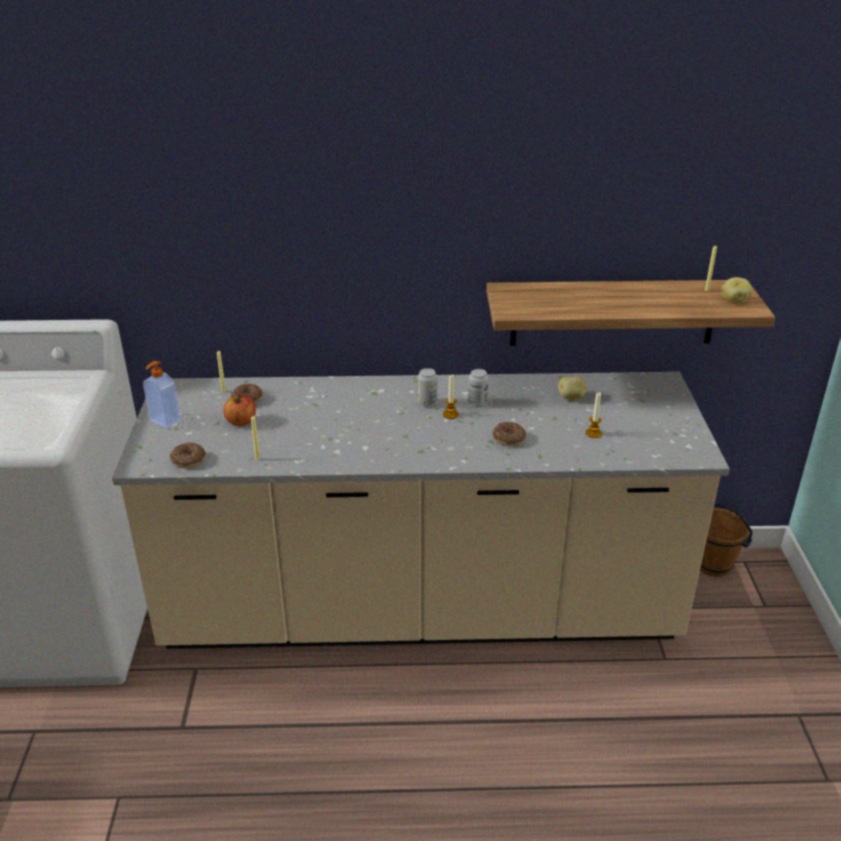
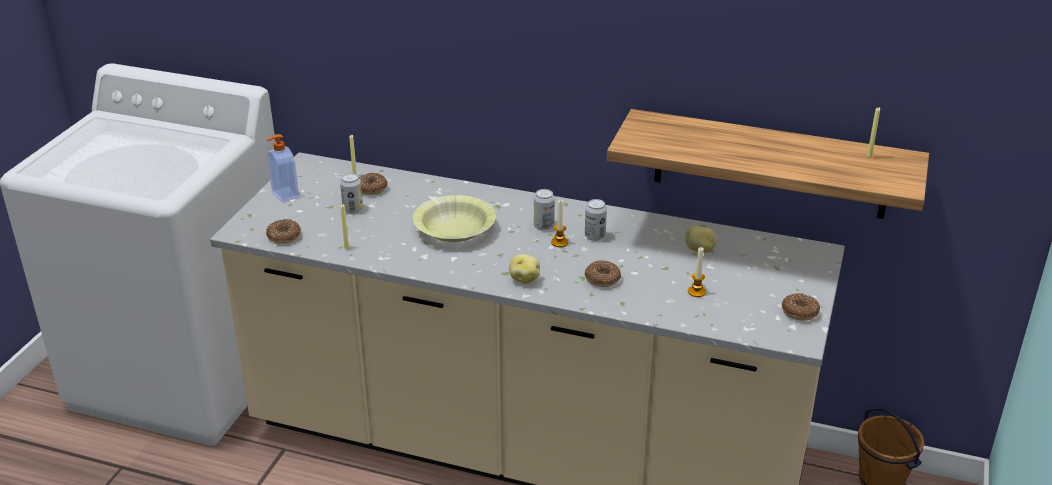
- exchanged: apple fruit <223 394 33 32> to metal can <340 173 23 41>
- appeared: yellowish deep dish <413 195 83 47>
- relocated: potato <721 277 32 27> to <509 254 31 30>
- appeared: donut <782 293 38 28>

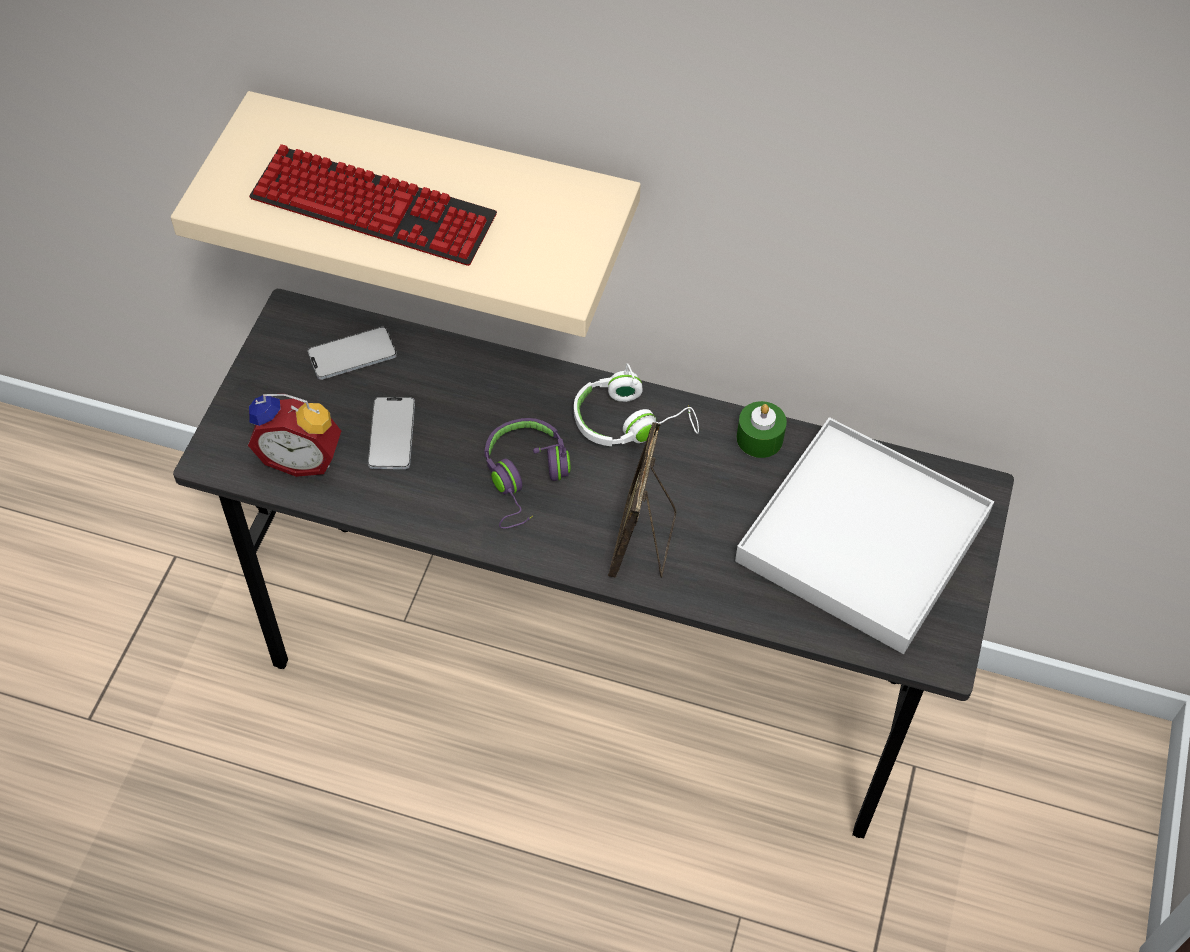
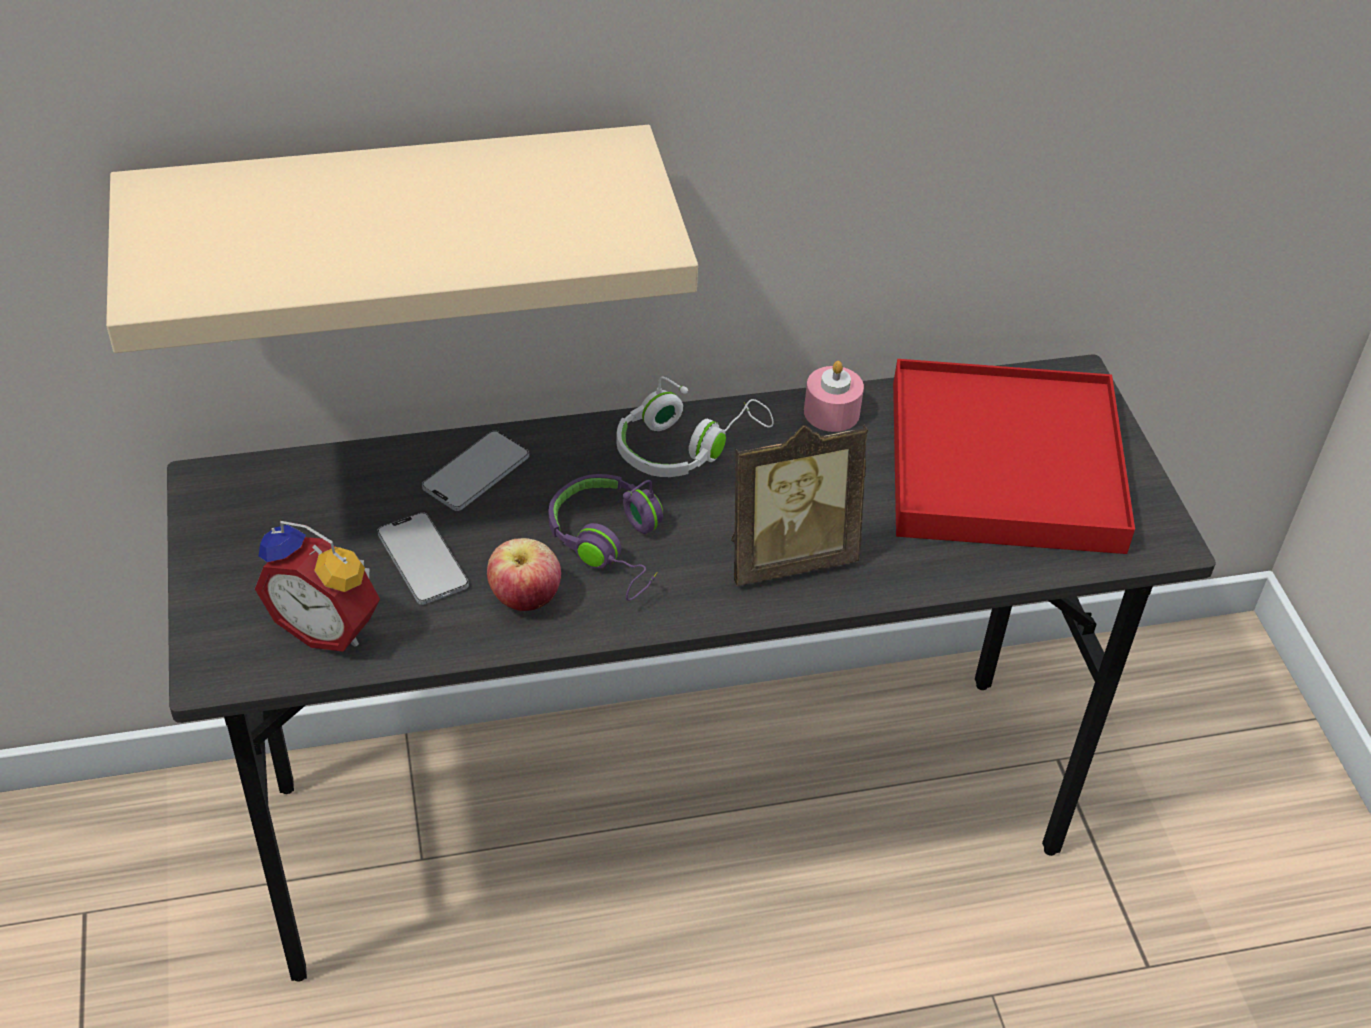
- spun: bedside clock <248 394 93 83> = <255 521 125 131> 45 degrees clockwise
- relocated: handset <308 327 89 53> to <422 430 107 81>
- appeared: apple fruit <487 538 74 73>
- spun: photo frame <608 422 68 156> = <731 425 137 161> 90 degrees counterclockwise
- colour: green candle <736 401 51 57> to pink candle <804 361 60 71>
- colour: whitish tray <735 417 259 237> to reddish tray <893 359 242 195>
- missing: keyboard <249 144 248 122>

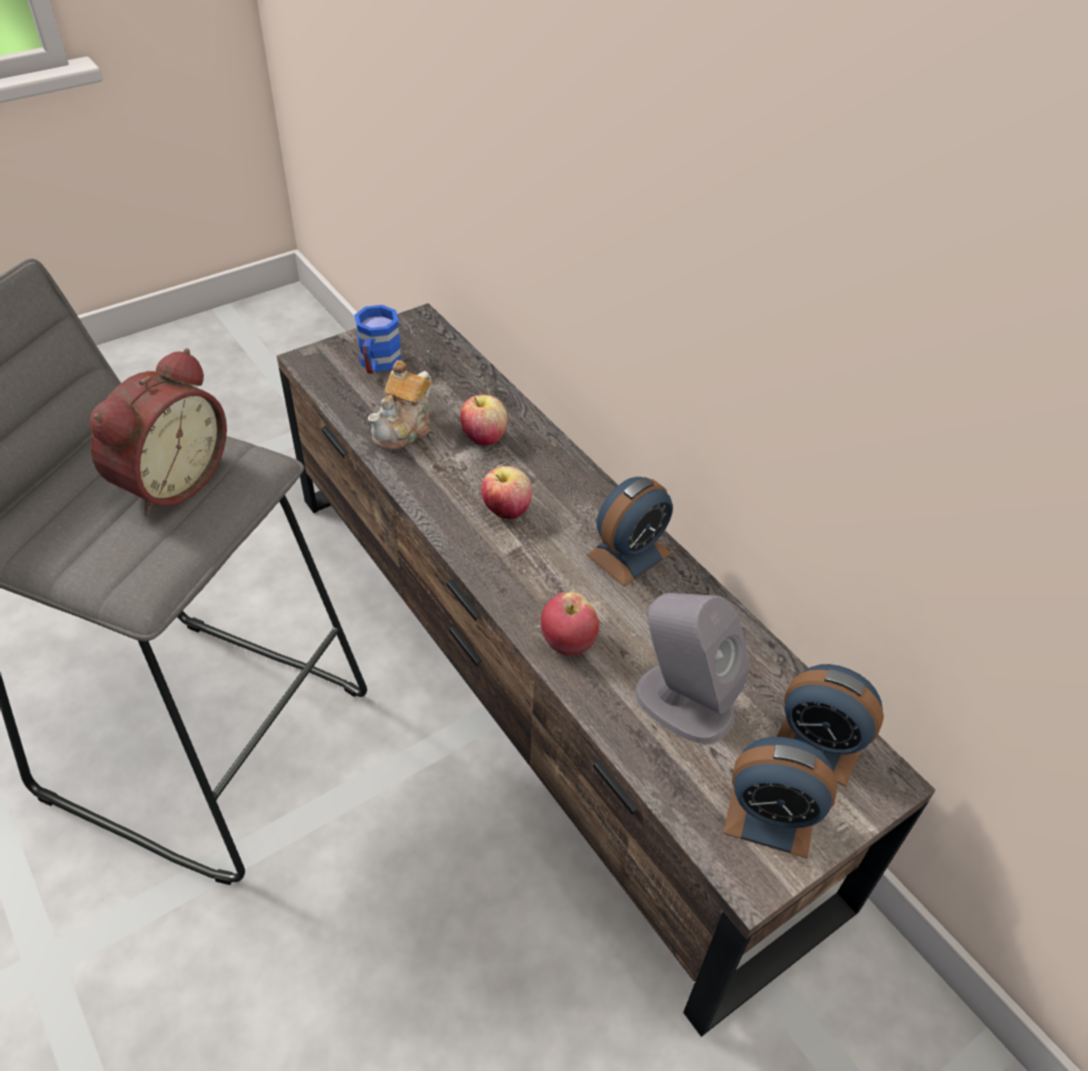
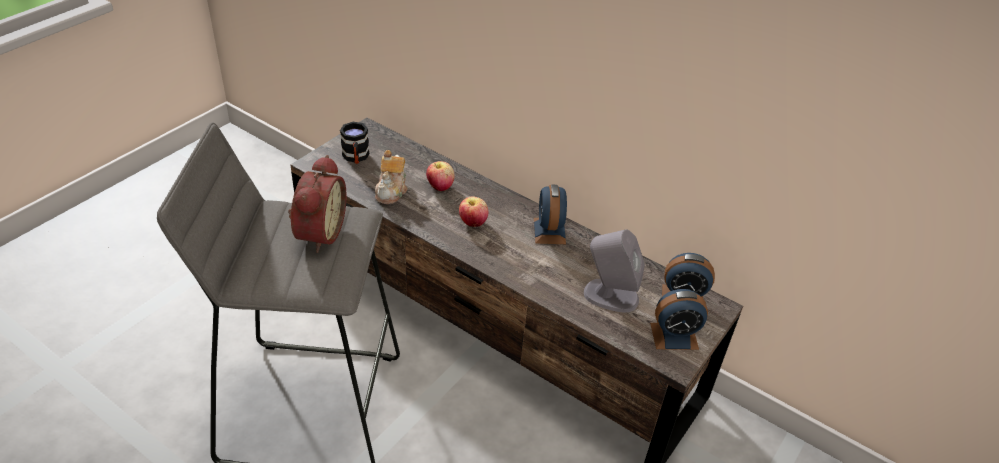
- colour: blue tea mug <354 305 48 69> to black-coloured tea mug <340 122 30 42>
- spun: bedside clock <587 477 86 109> = <534 185 33 59> 150 degrees clockwise
- missing: apple fruit <541 592 58 64>

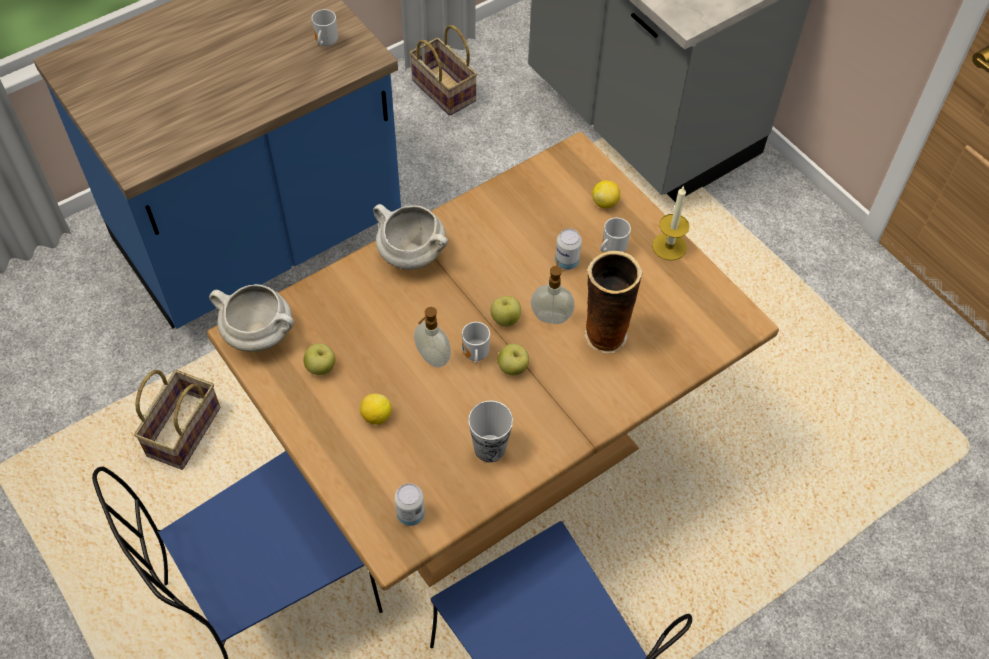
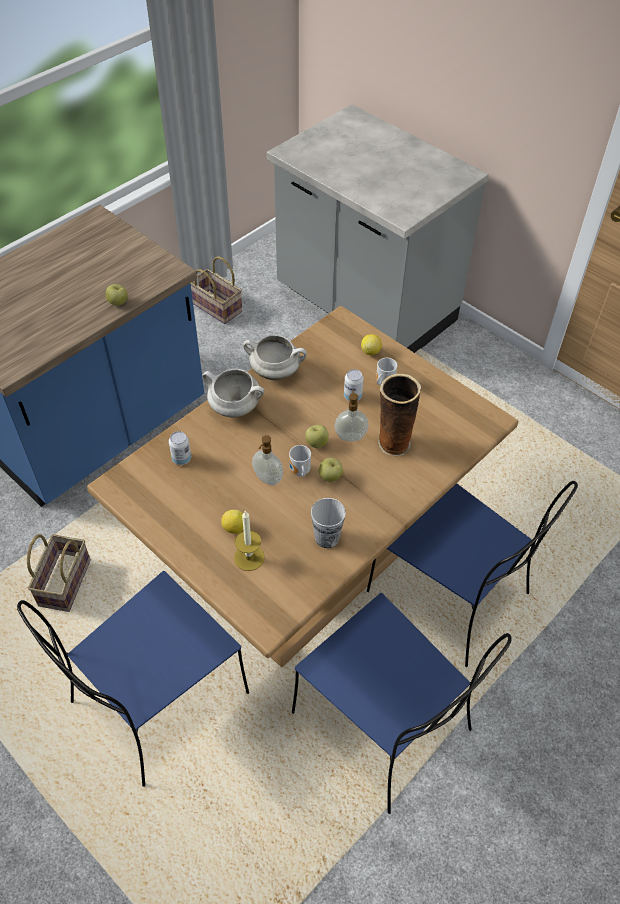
- relocated: apple fruit <303 343 32 32> to <106 284 22 21>
- relocated: metal can <395 483 30 43> to <169 431 22 34>
- relocated: candle <652 186 38 75> to <234 511 31 60>
- relocated: whitish cooking pot <209 284 85 68> to <243 335 64 45>
- appeared: blue plain chair <367 481 211 186>
- missing: tea mug <311 9 27 38>

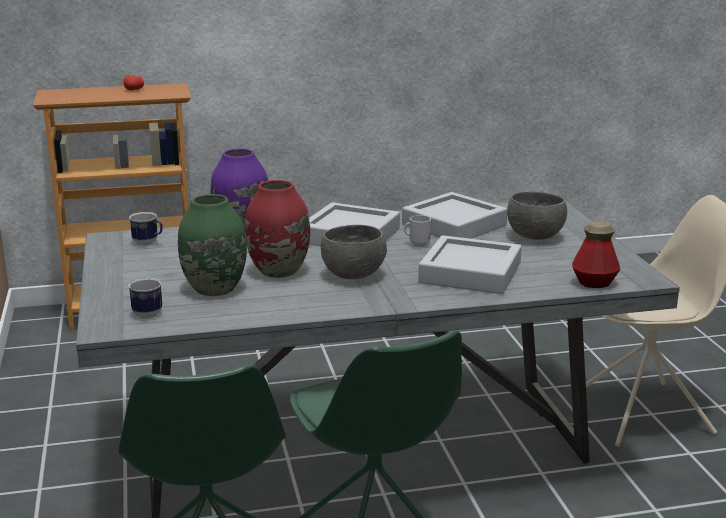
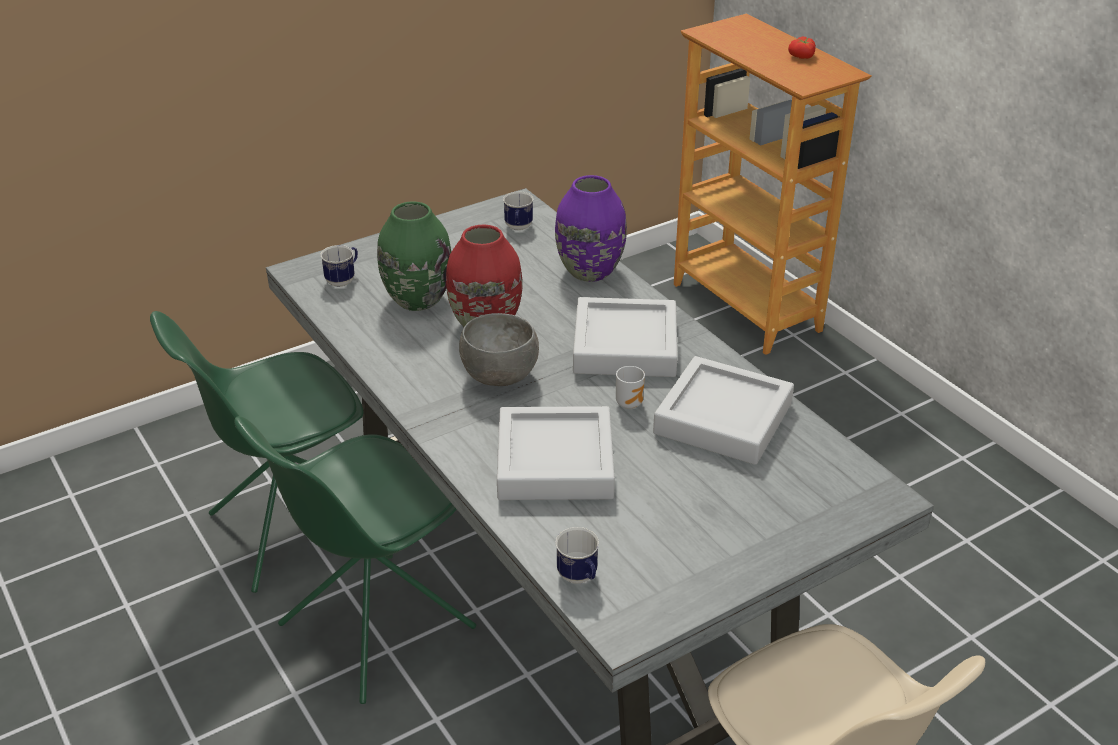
- exchanged: drink bottle <572 222 49 66> to tea mug <555 527 44 56>
- missing: grey deep dish <507 191 60 49>

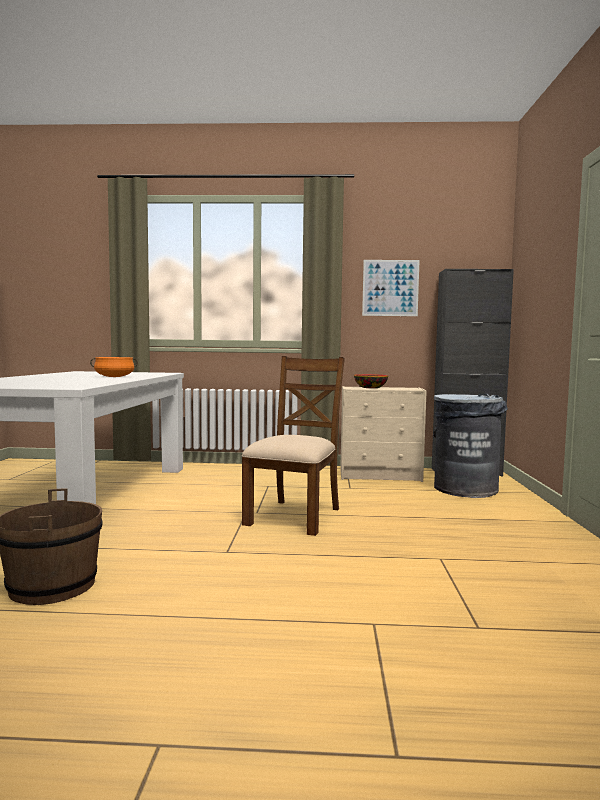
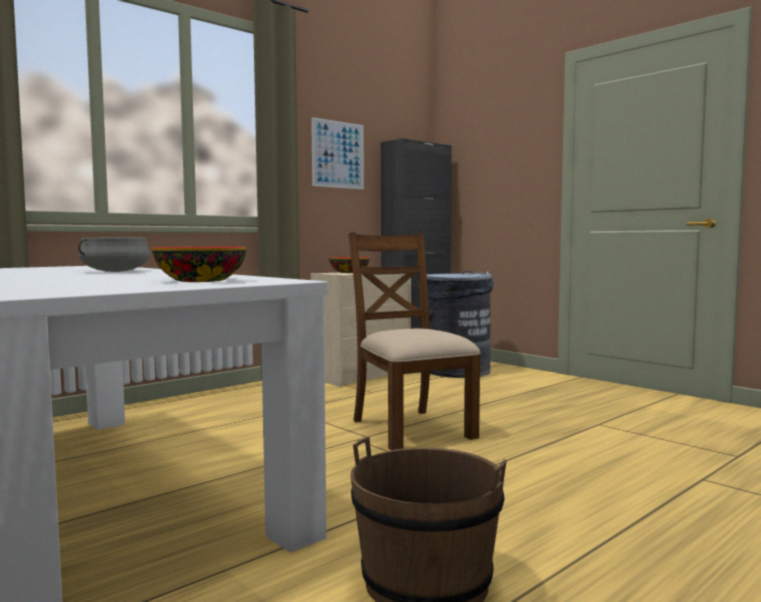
- colour: orange-coloured cooking pot <90 357 48 20> to grey cooking pot <78 238 72 34>
- appeared: deep dish <152 247 94 35>

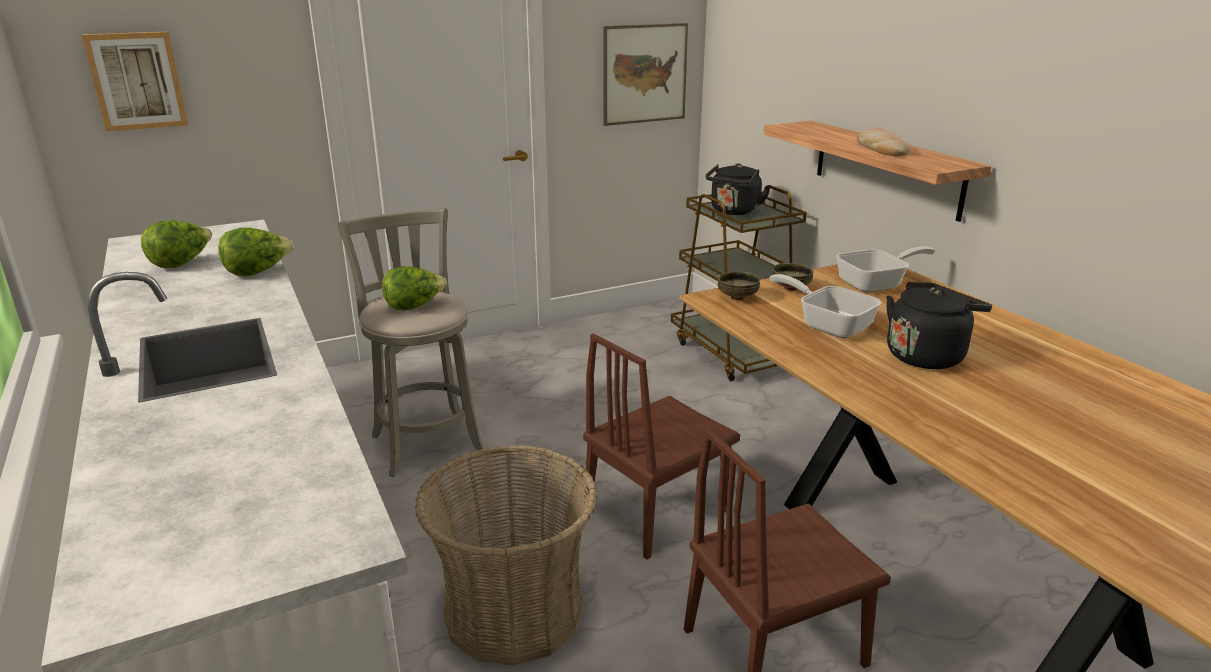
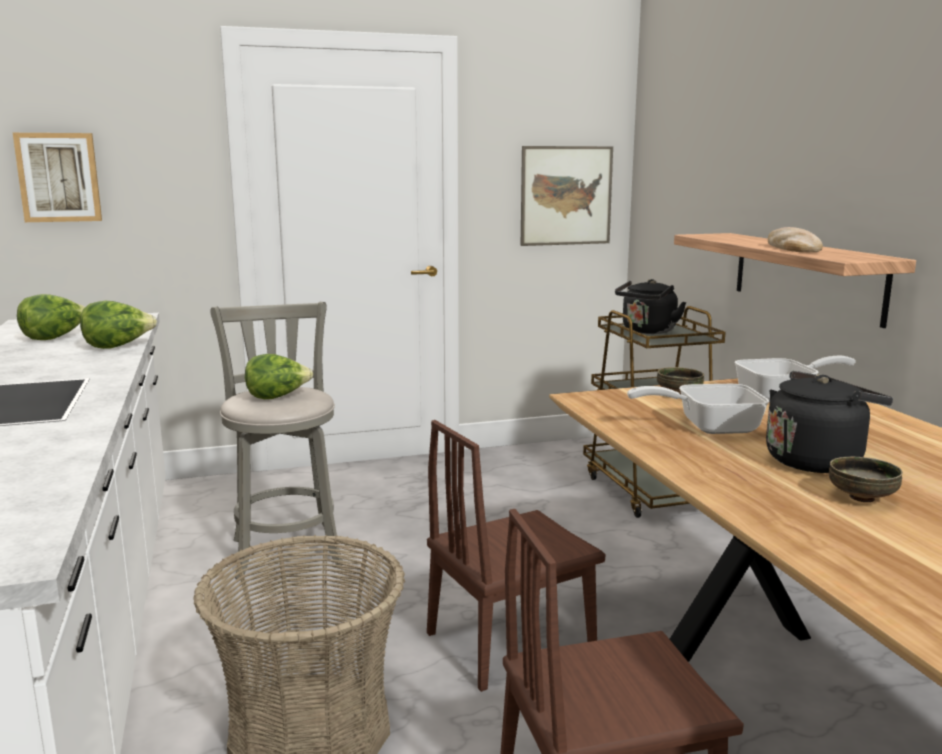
- spun: pan <770 274 111 64> = <627 384 143 50> 60 degrees counterclockwise
- relocated: deep dish <718 272 42 28> to <829 457 74 45>

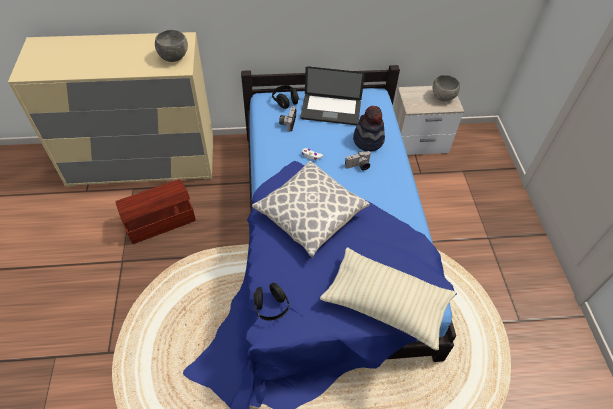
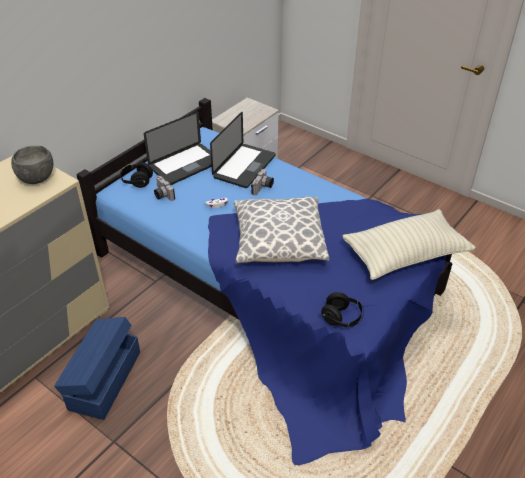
- colour: brown-coloured storage box <116 179 80 65> to blue storage box <54 317 86 103>
- exchanged: clothing hat <353 106 32 45> to portable computer <210 112 66 76>
- missing: grey deep dish <433 75 27 26>

